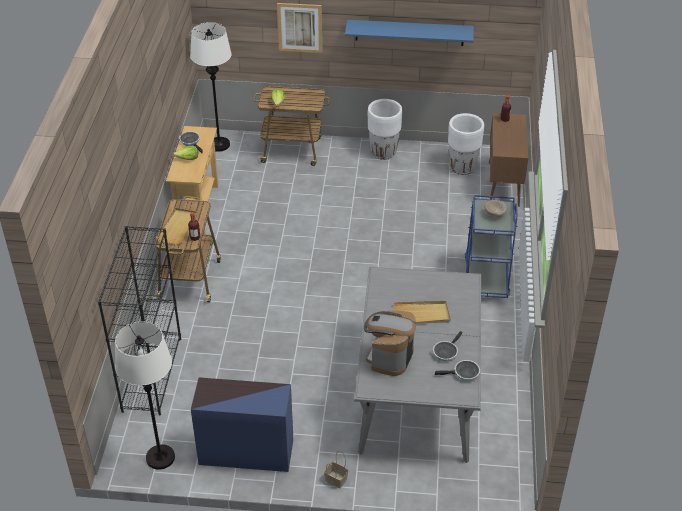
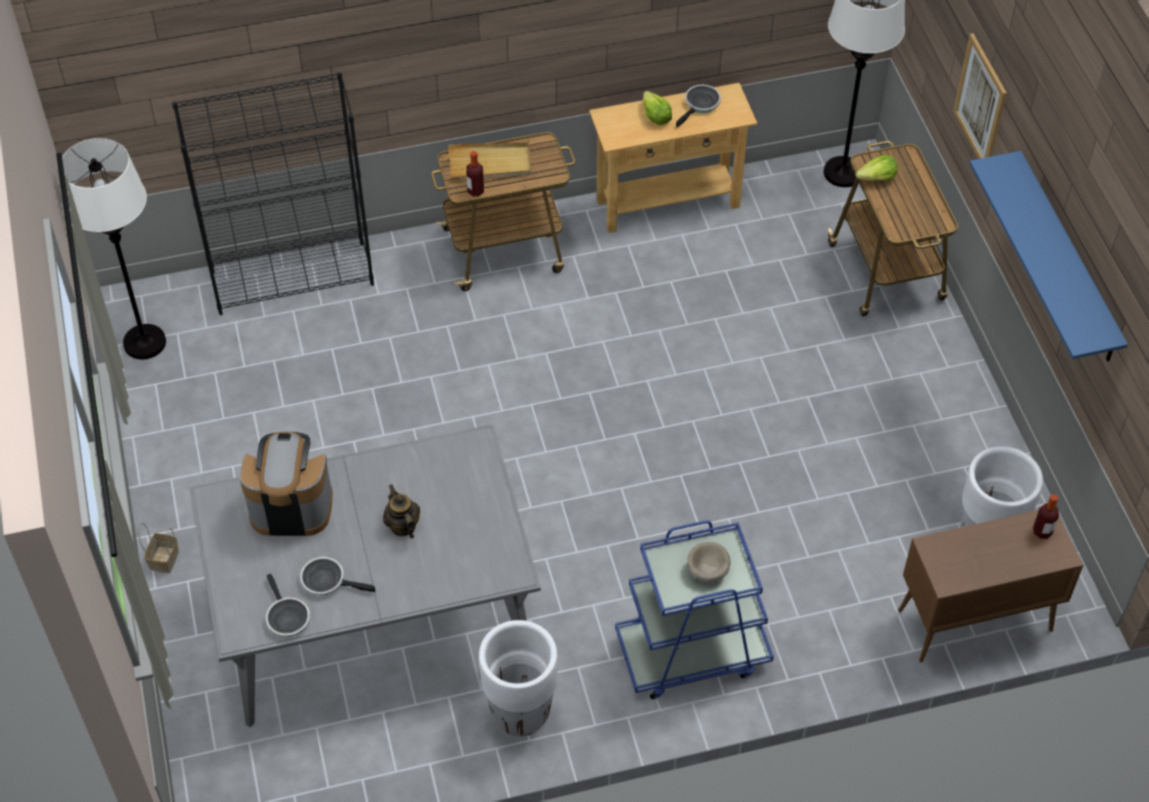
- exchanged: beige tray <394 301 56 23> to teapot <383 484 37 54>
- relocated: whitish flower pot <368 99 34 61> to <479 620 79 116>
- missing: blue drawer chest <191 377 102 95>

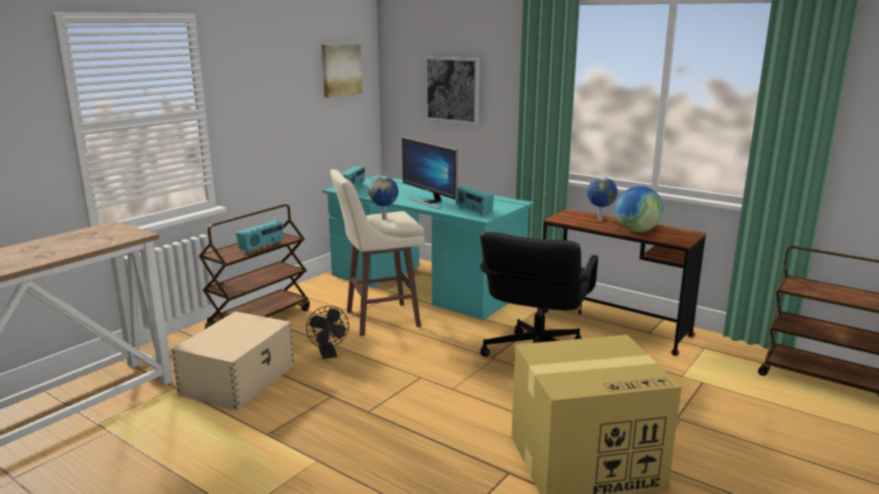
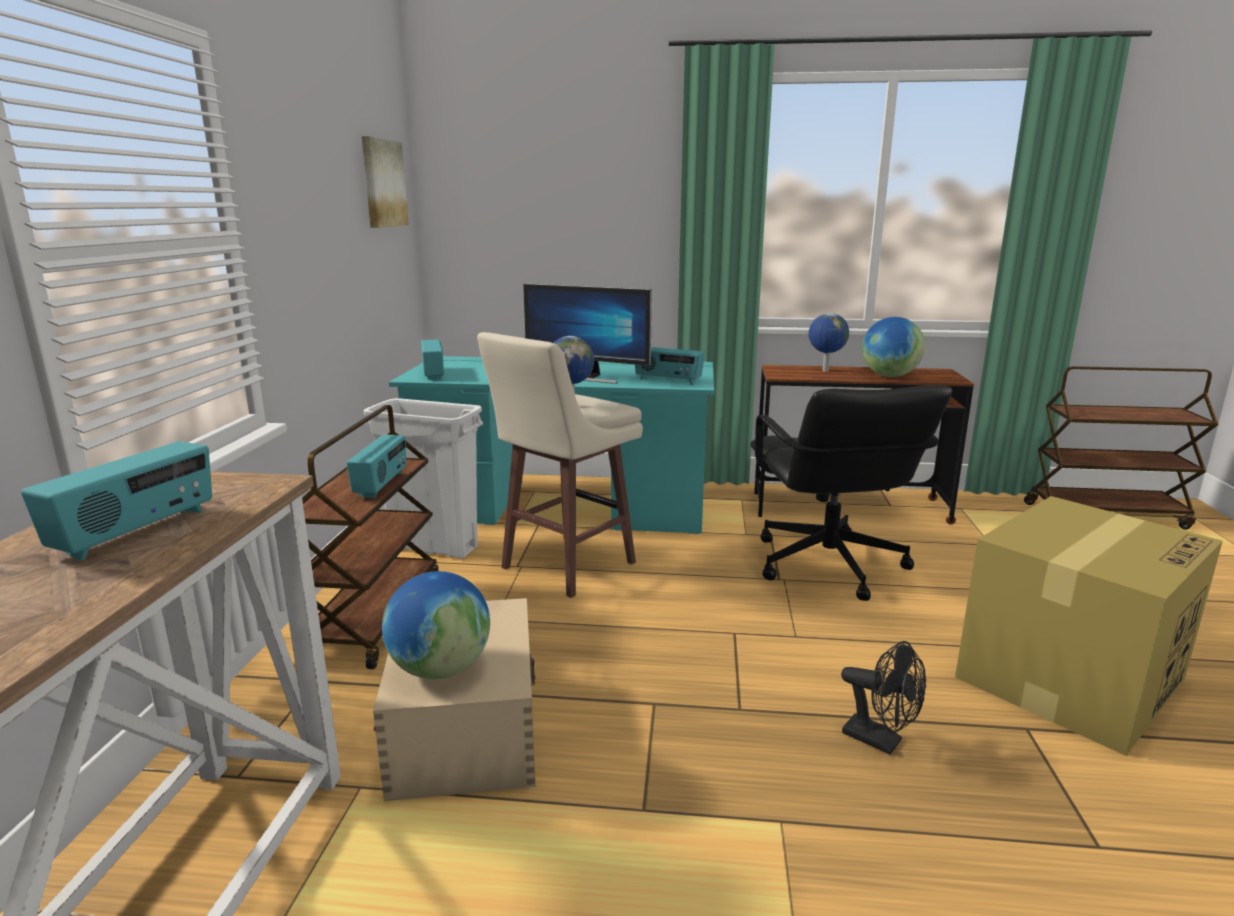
- appeared: radio <21 441 191 120>
- appeared: whitish rubbish bin <364 398 119 161>
- appeared: globe <382 571 108 108>
- relocated: black-coloured fan <306 306 43 53> to <841 641 85 114>
- missing: wall picture <425 57 55 67>

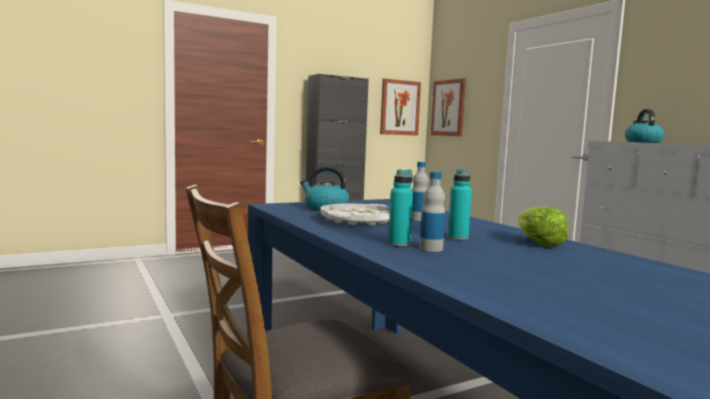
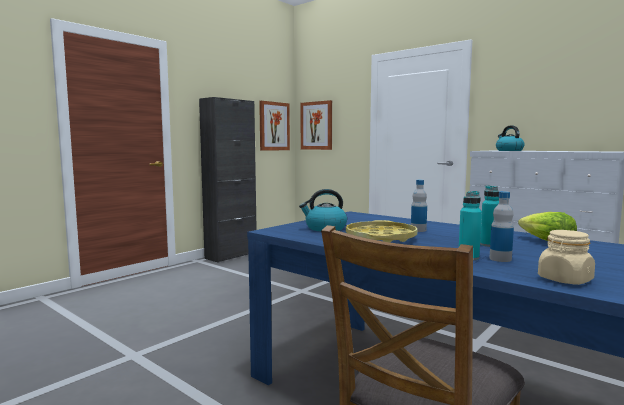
- colour: whitish tray <320 203 70 23> to yellowish tray <346 220 71 23>
- appeared: beige jar <538 230 57 55>

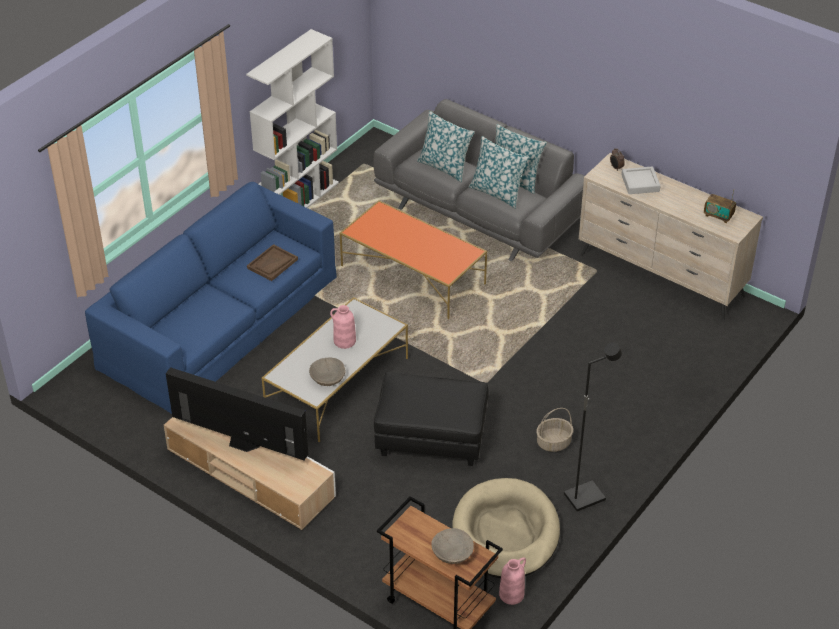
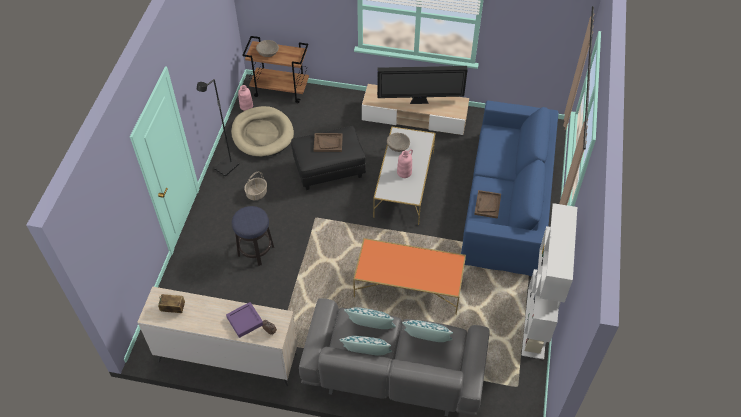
- colour: grey tray <621 166 40 28> to purple tray <226 302 37 36>
- appeared: sitting stool <232 206 42 60>
- appeared: brown-coloured tray <314 133 29 19>

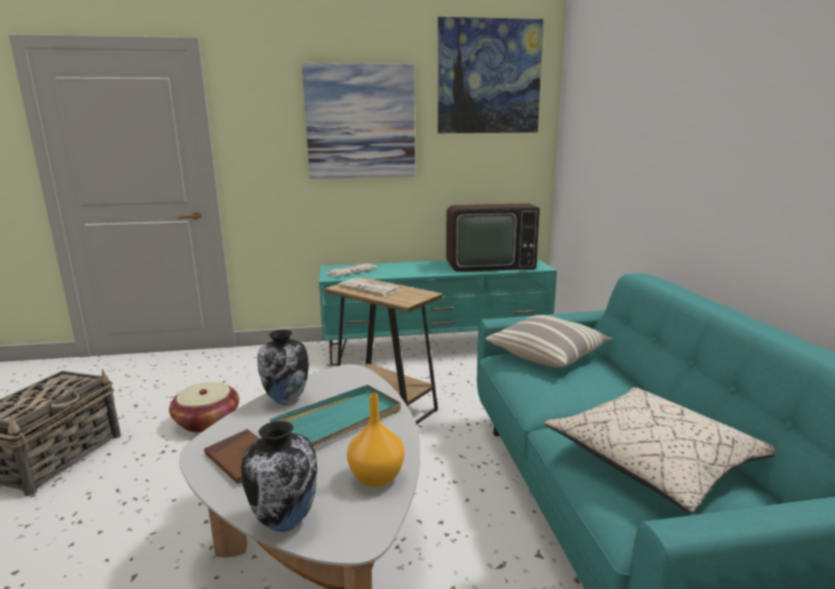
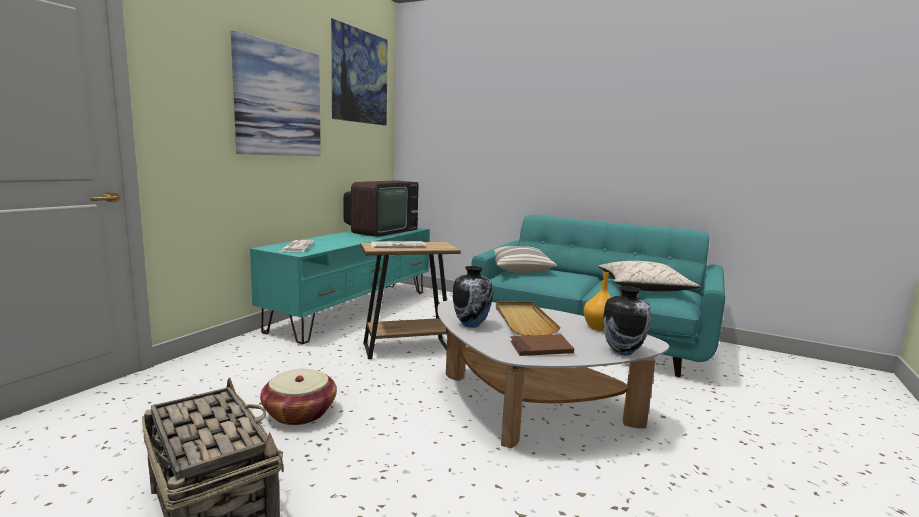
- colour: turquoise tray <270 385 131 62> to beige tray <496 302 65 34>

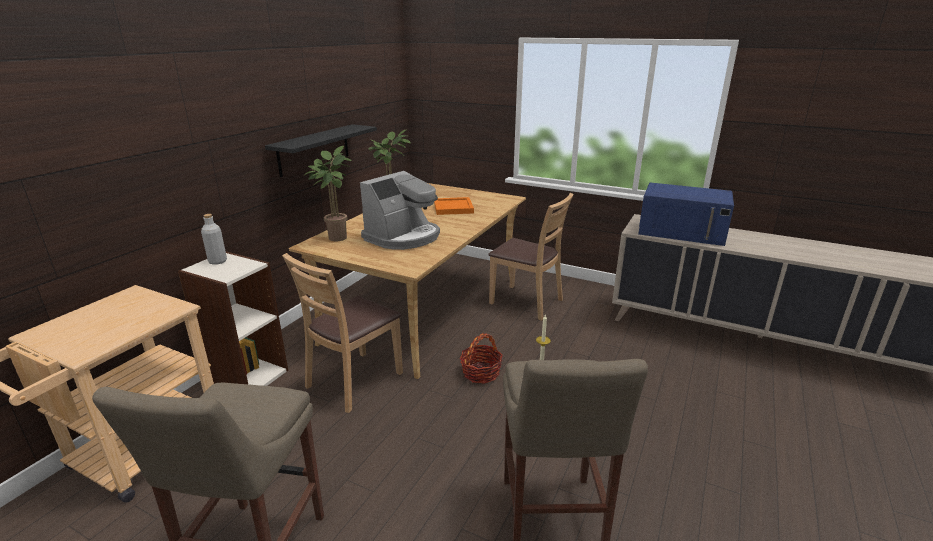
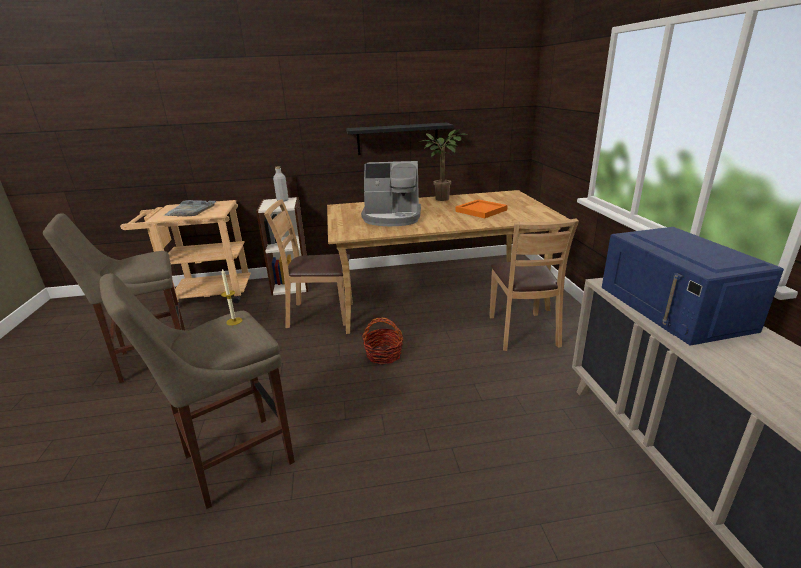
- appeared: grey tray <163 200 53 17>
- missing: potted plant <303 146 49 95>

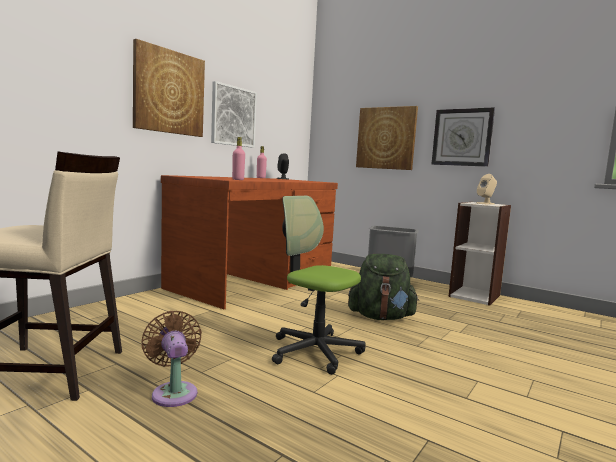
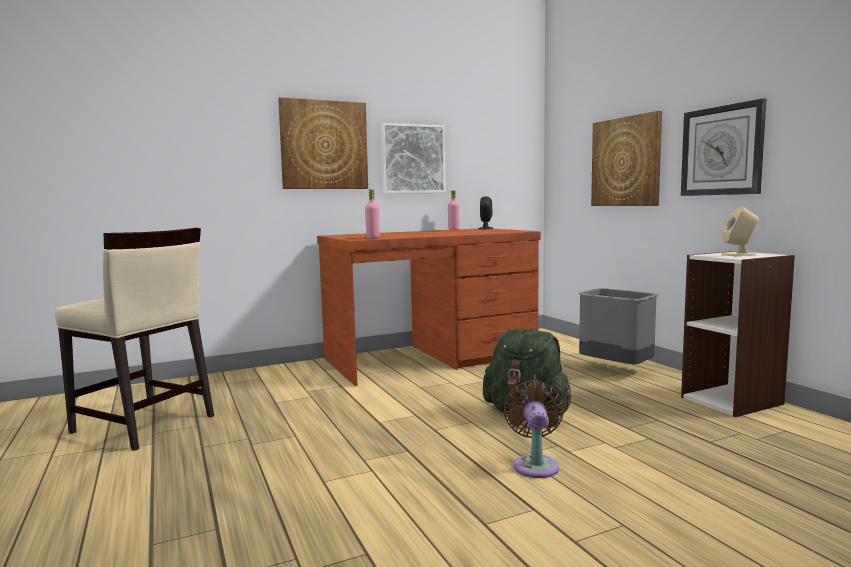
- relocated: brown-coloured fan <141 311 61 96> to <504 380 60 98>
- missing: office chair <272 196 94 179>

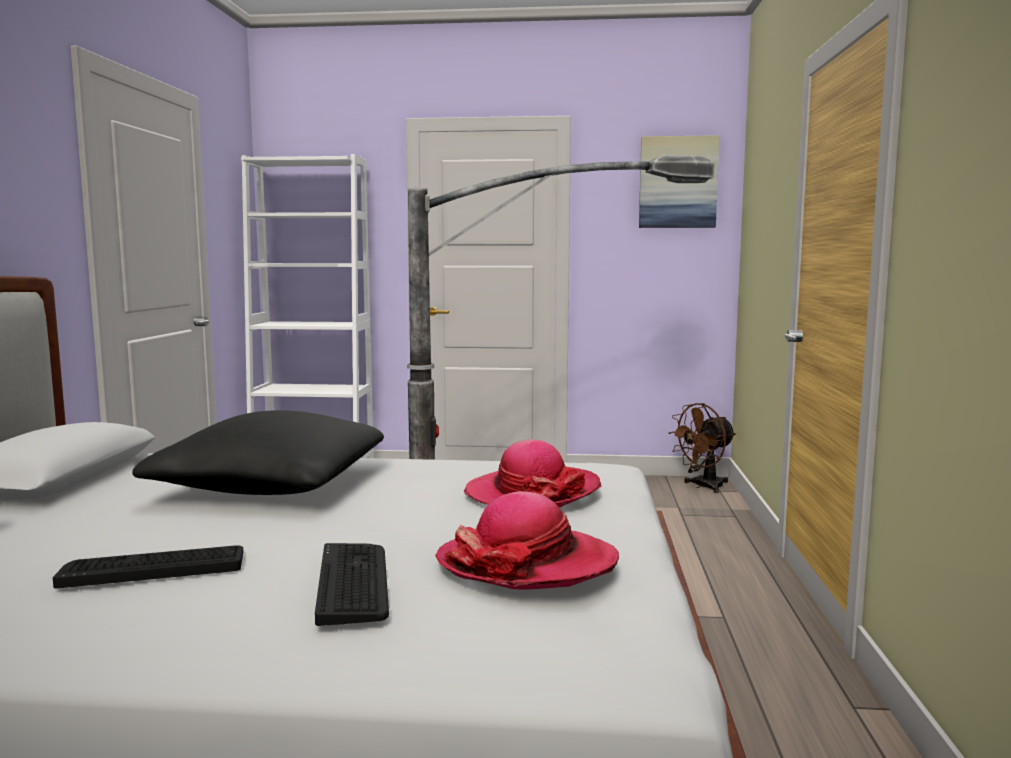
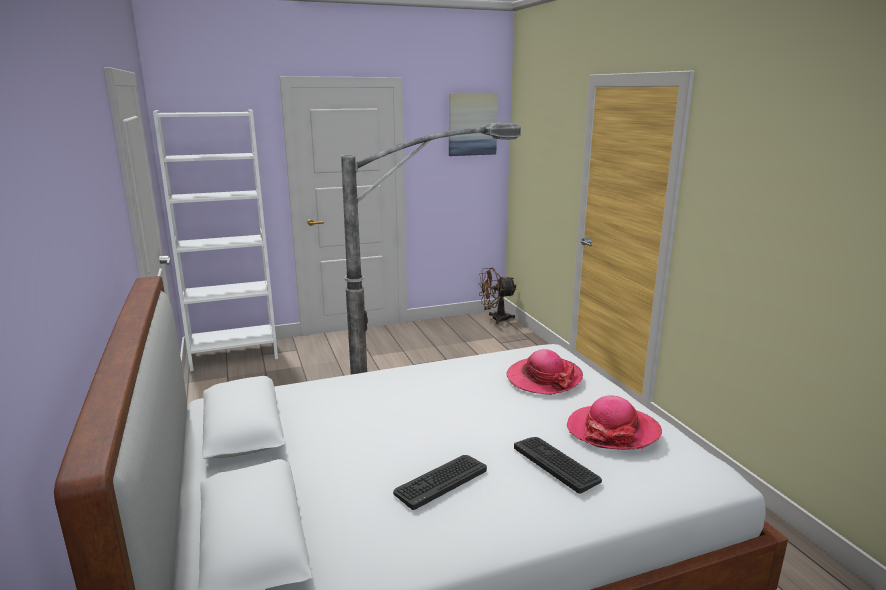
- spun: brown-coloured fan <668 403 68 90> = <479 268 37 56> 45 degrees clockwise
- missing: black-coloured pillow <132 410 252 85>

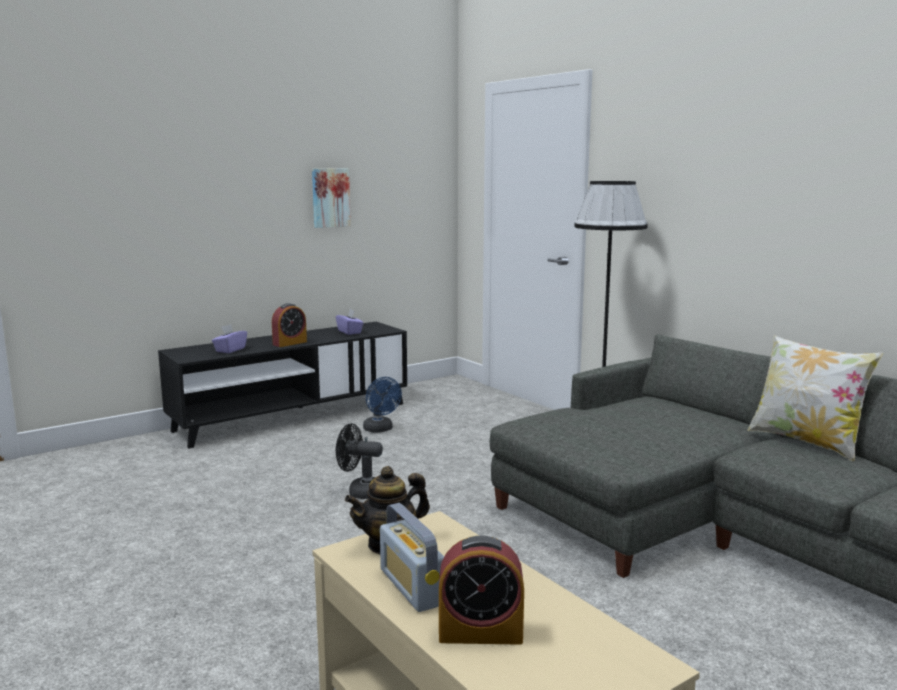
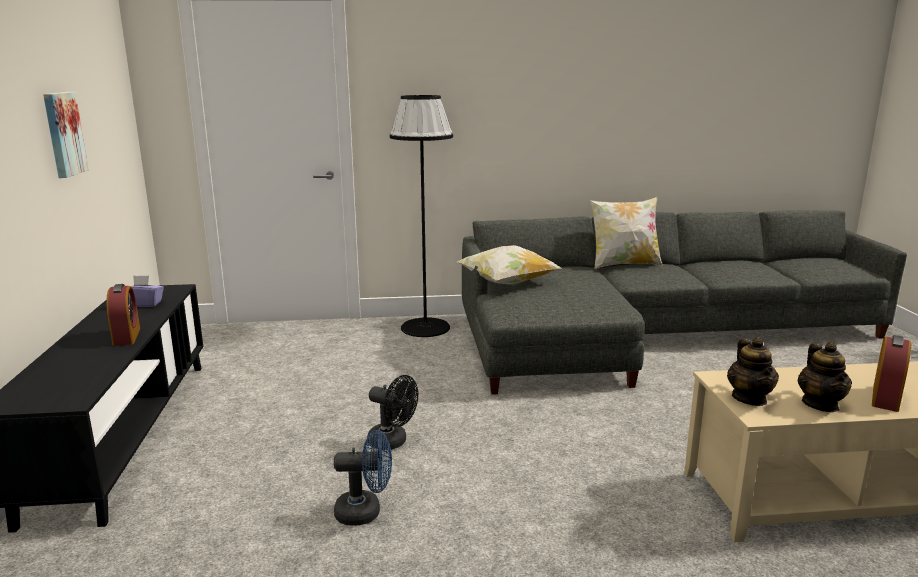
- relocated: blue fan <363 377 39 56> to <334 430 58 96>
- spun: black-coloured fan <336 423 47 76> = <367 375 51 75> 105 degrees counterclockwise
- appeared: pillow <457 245 105 40>
- exchanged: radio <380 503 64 109> to teapot <798 342 54 70>
- missing: purple box of tissues <212 324 35 29>

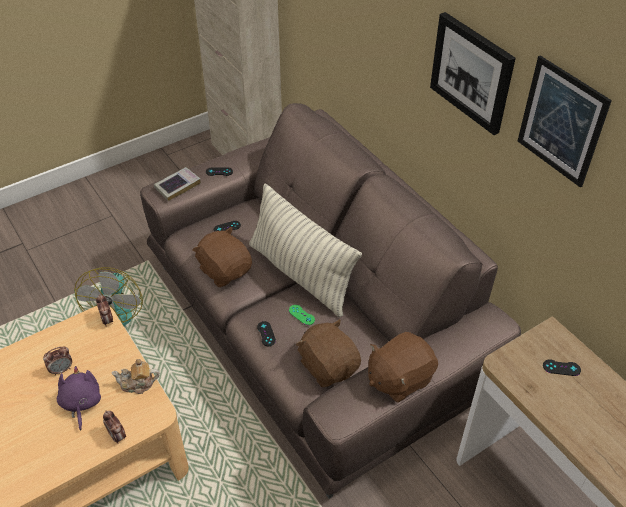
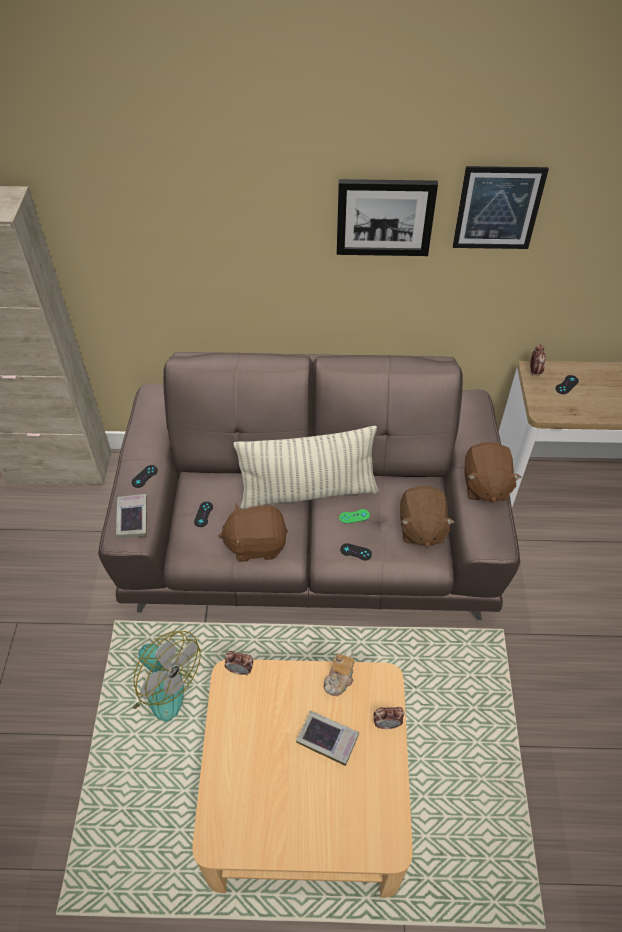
- exchanged: purple soft toy <57 366 44 65> to bound book <296 711 63 55>
- spun: brown-coloured soft toy <296 319 65 68> = <400 486 54 62> 90 degrees counterclockwise
- relocated: bedside clock <43 346 29 30> to <530 344 16 33>

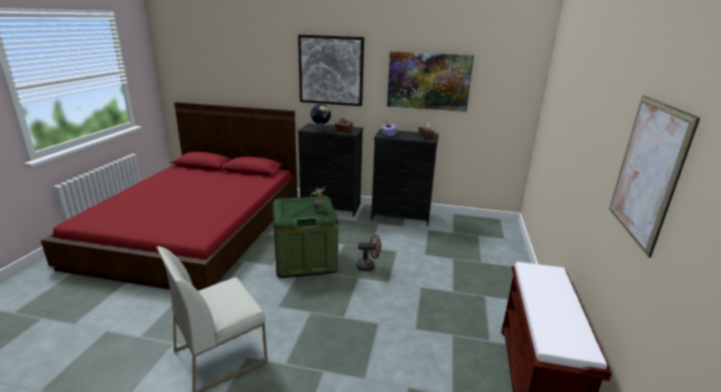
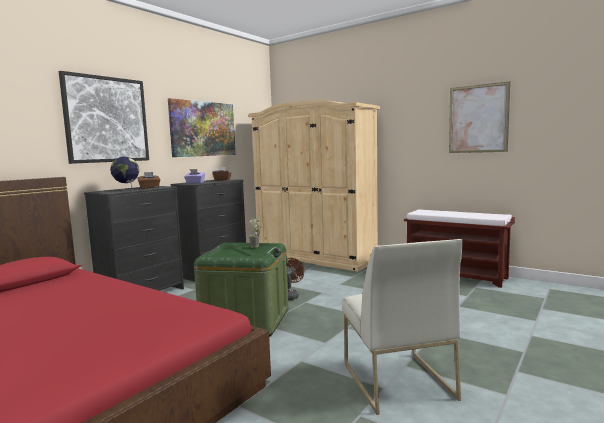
- appeared: beige armoire <248 100 132 172>

